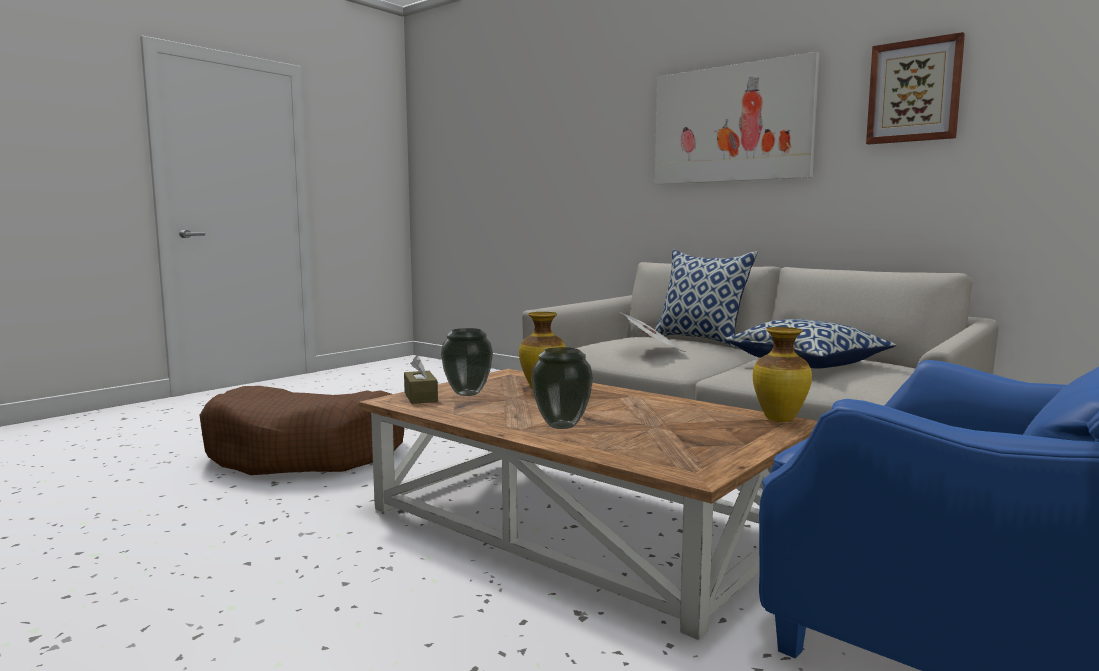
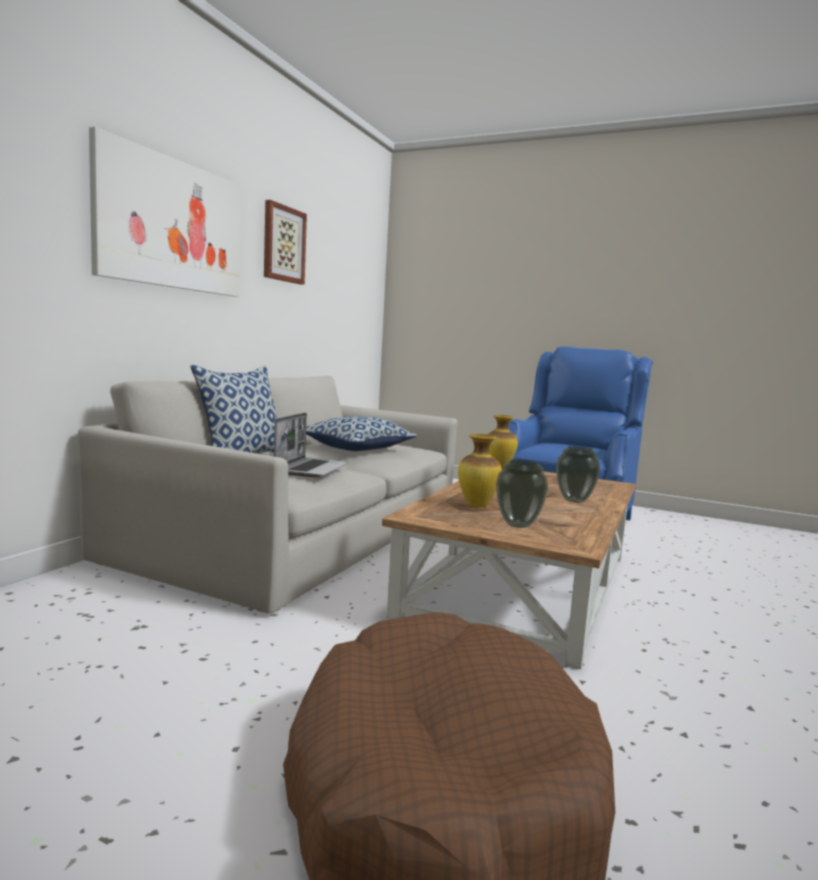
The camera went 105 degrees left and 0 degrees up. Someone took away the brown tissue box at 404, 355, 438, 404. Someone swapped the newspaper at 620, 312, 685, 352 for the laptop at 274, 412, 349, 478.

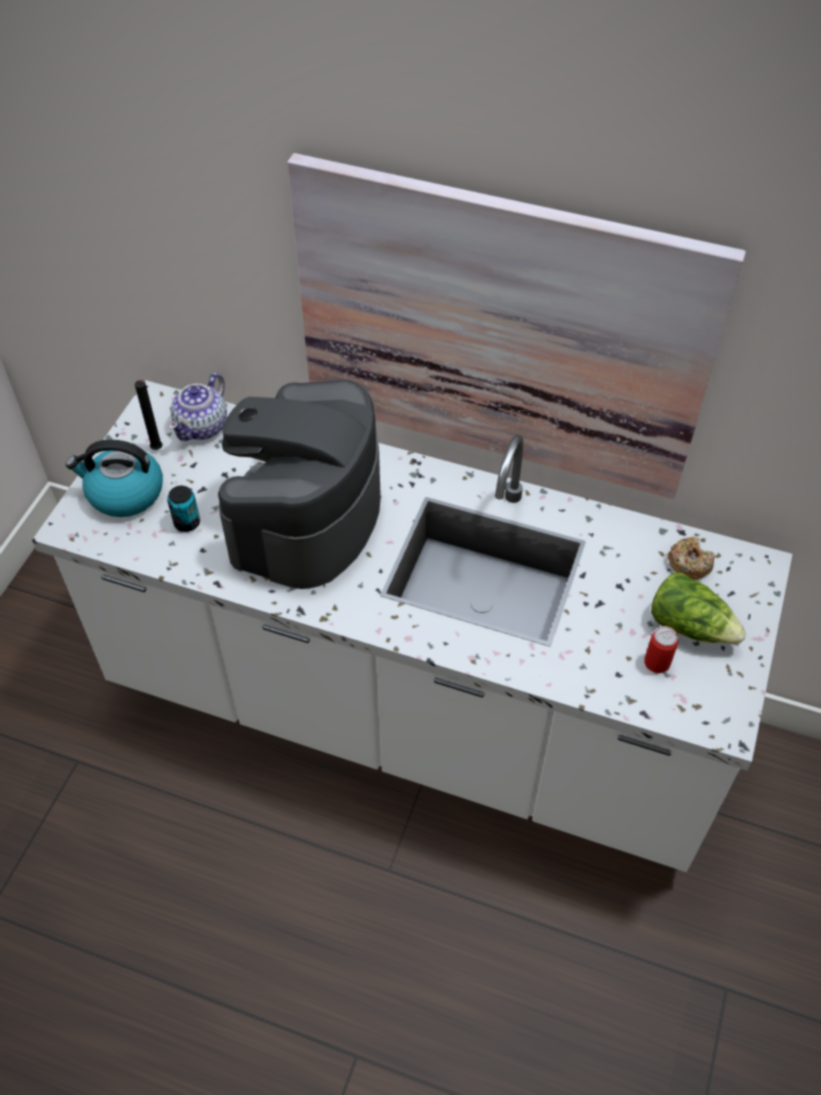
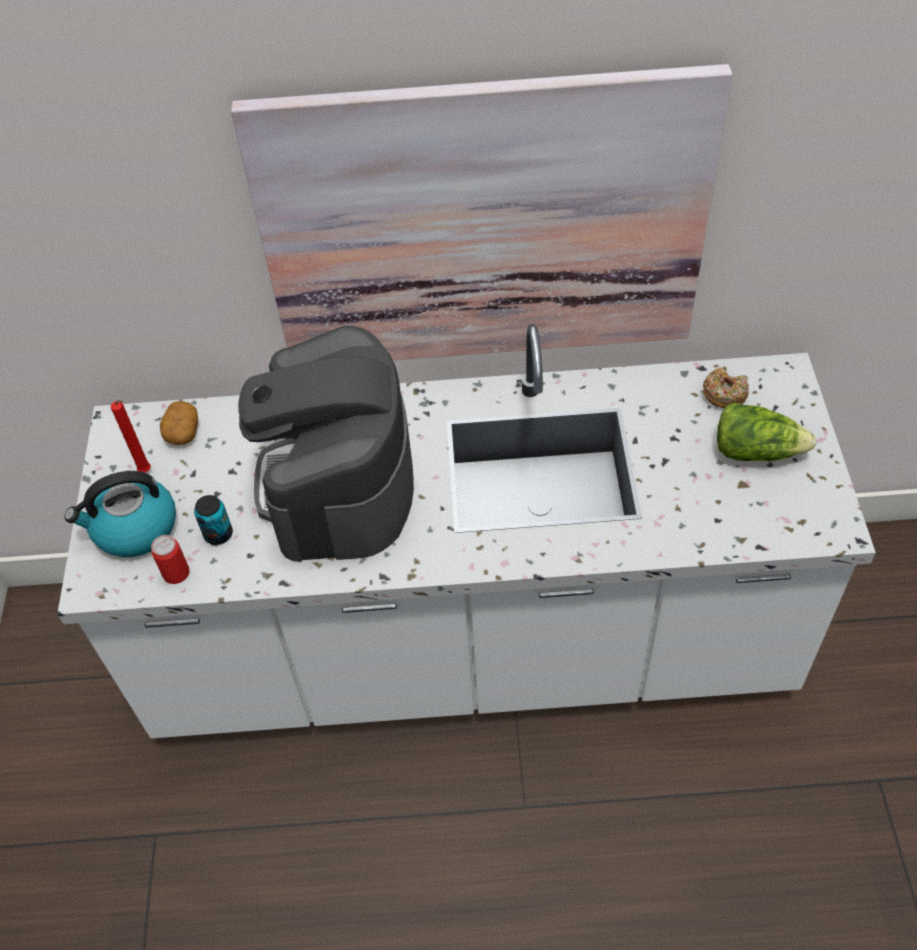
The camera went 20 degrees left and 0 degrees up. Someone repainted the black candle at 135, 380, 162, 450, which became the red candle at 111, 400, 151, 473. Someone swapped the teapot at 169, 373, 227, 441 for the potato at 160, 401, 198, 445. Someone carried the can from 644, 626, 678, 673 to 151, 535, 190, 584.

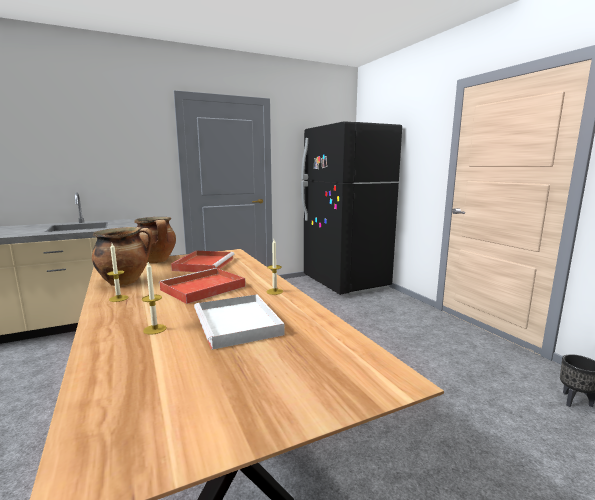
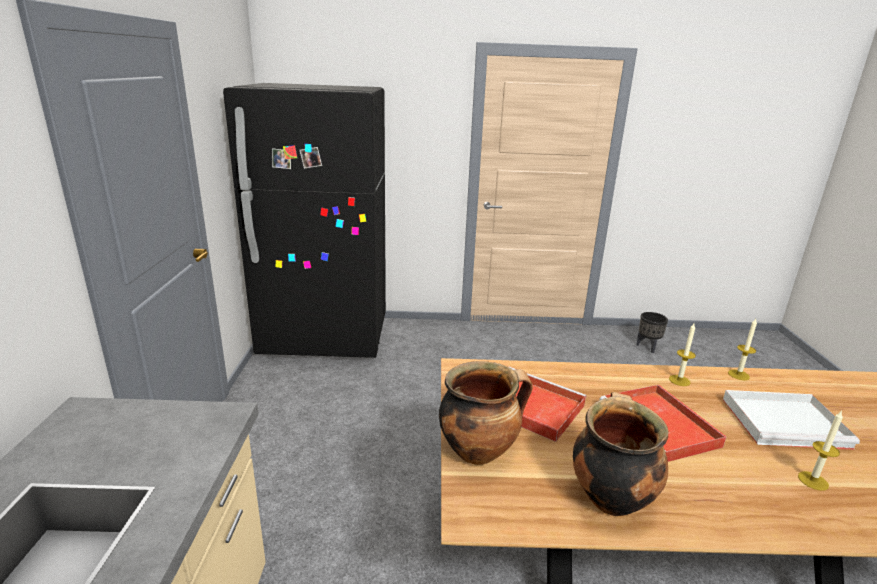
The camera went 65 degrees left and 10 degrees up. Someone carried the candle from 107, 243, 129, 302 to 728, 319, 757, 380.

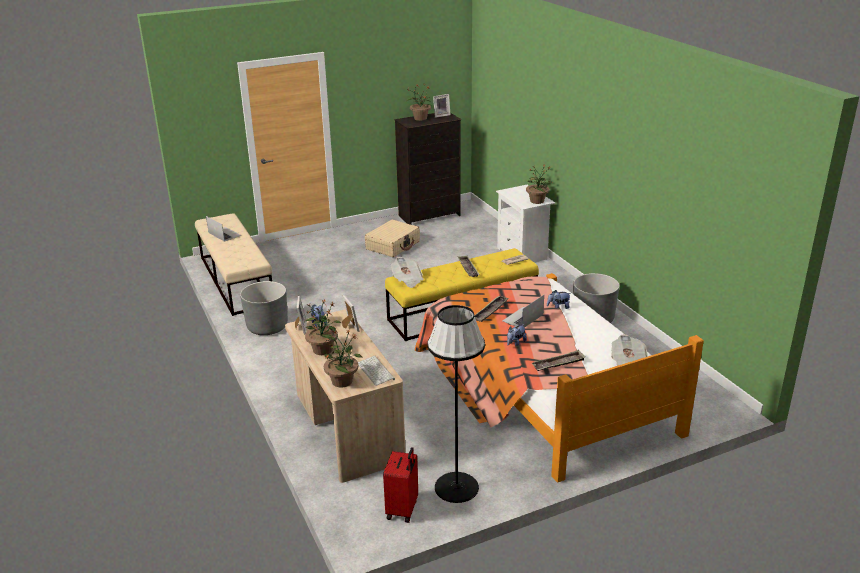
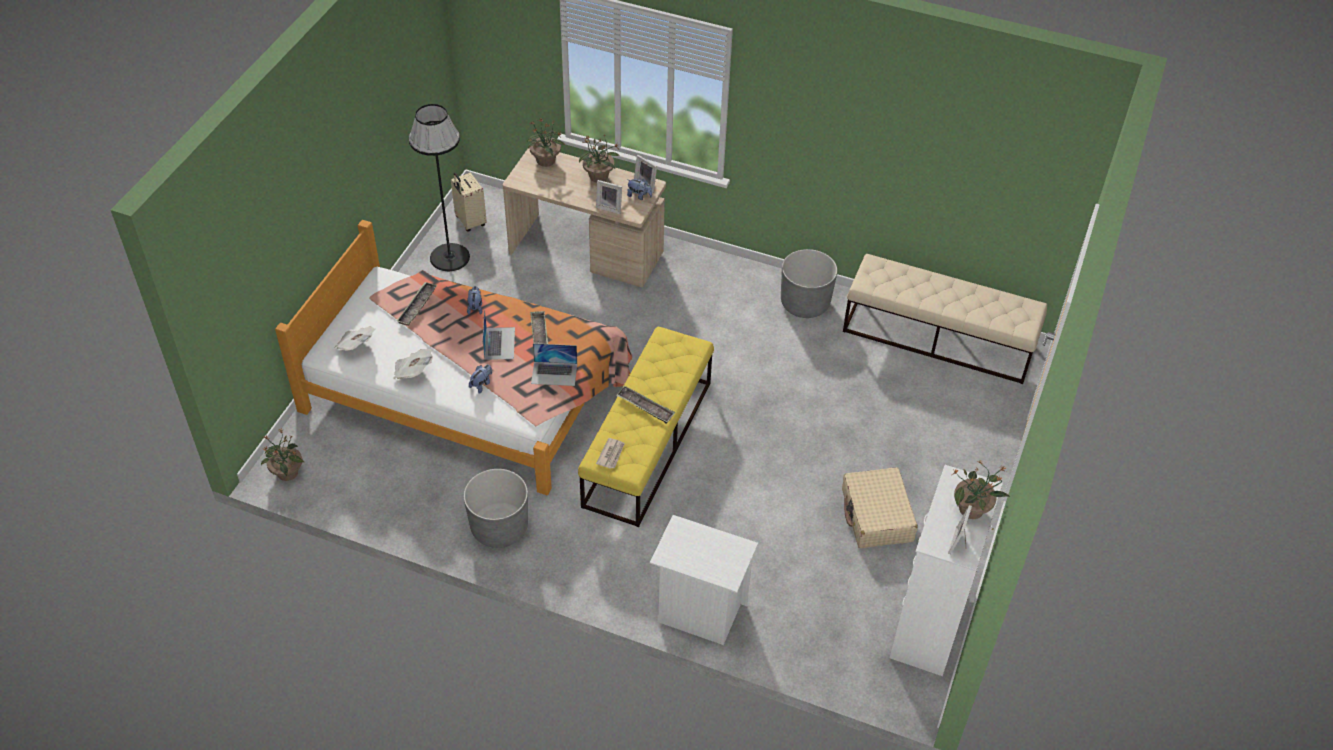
The camera went 135 degrees right and 20 degrees up. Someone carried the laptop from 206, 216, 241, 242 to 531, 343, 577, 386. Someone took away the keyboard at 358, 356, 395, 386. Someone repainted the red suitcase at 383, 447, 418, 523, which became the beige suitcase at 451, 172, 487, 231. Someone carried the newspaper from 391, 257, 424, 288 to 393, 349, 433, 379. Someone repainted the black dresser at 394, 113, 461, 225, which became the white dresser at 889, 465, 1003, 676. Someone carried the potted plant from 526, 165, 553, 204 to 261, 428, 304, 481.

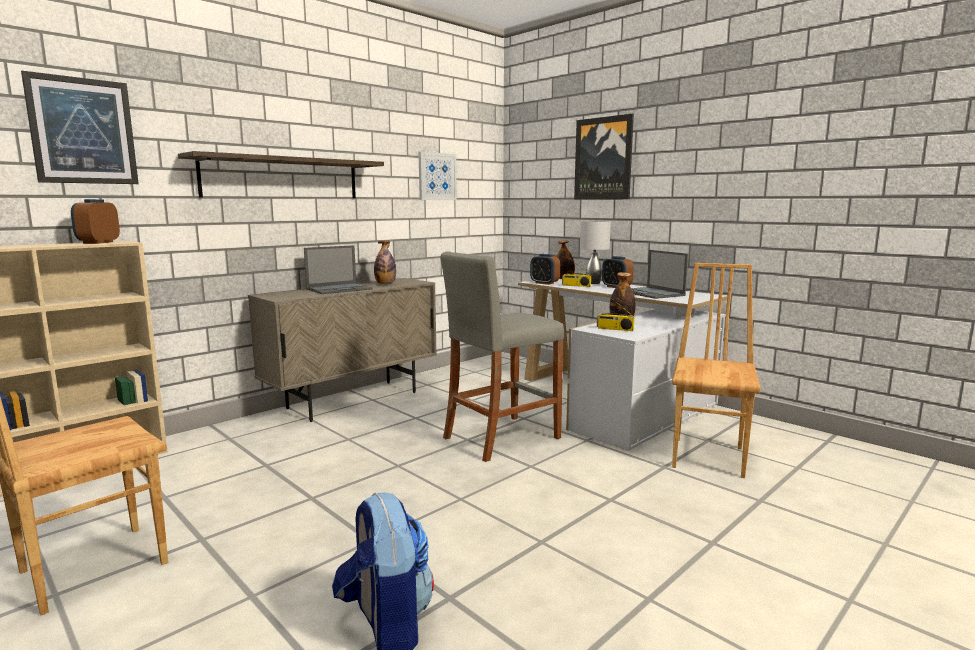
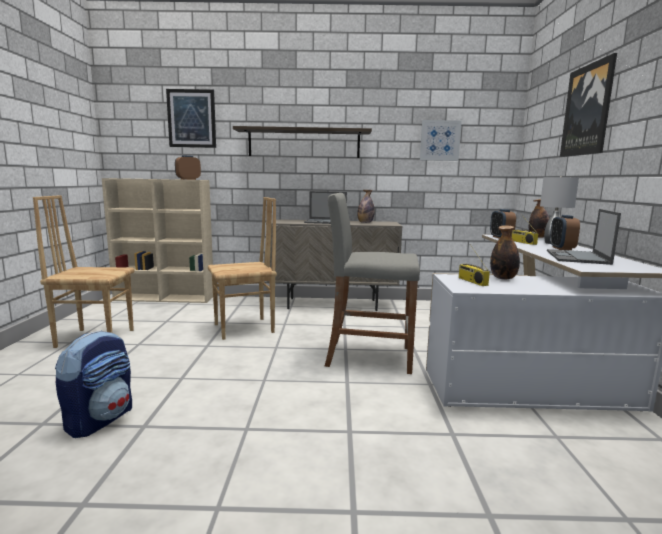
The camera went 45 degrees right and 0 degrees up. Someone carried the brown chair from 672, 263, 761, 478 to 208, 197, 277, 340.

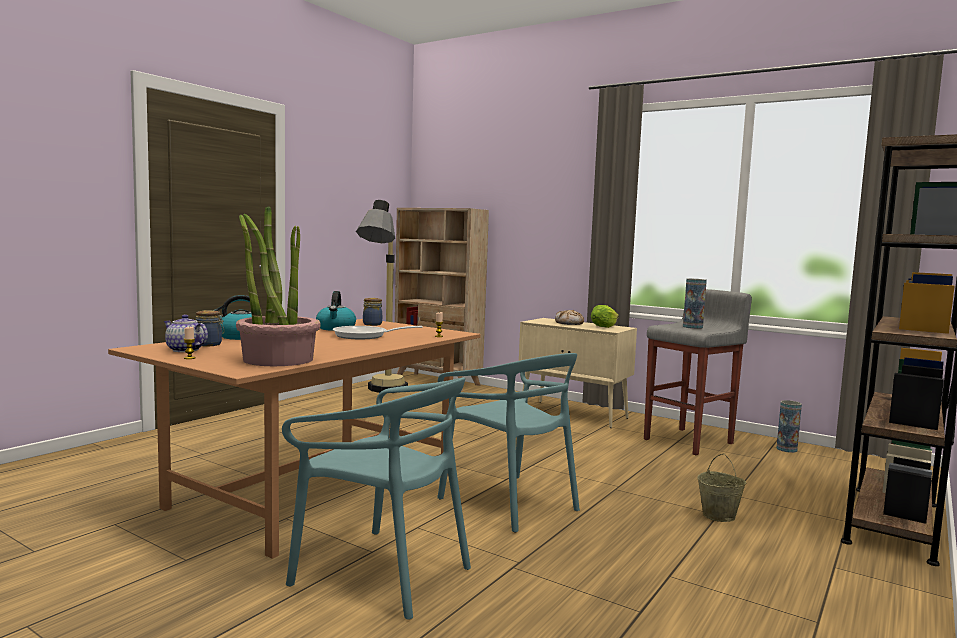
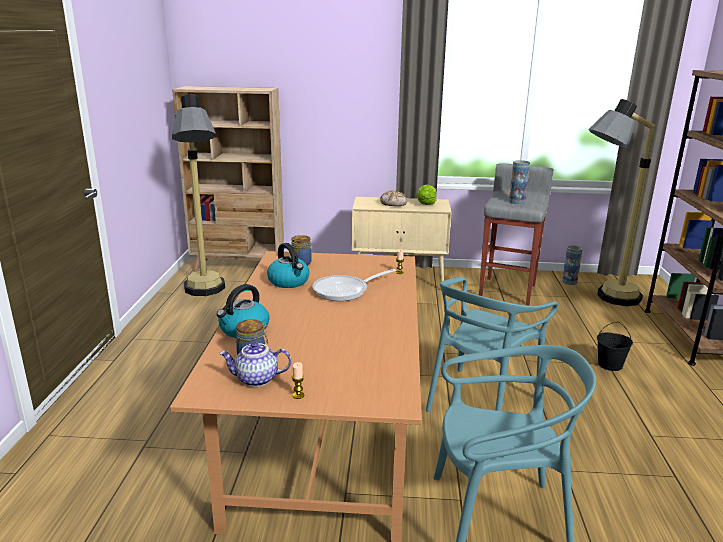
The camera went 30 degrees left and 15 degrees up. Someone took away the potted plant at 236, 206, 321, 366. Someone rotated the turquoise chair at 437, 353, 580, 532 by 105 degrees clockwise. Someone repainted the beige bucket at 697, 454, 746, 522, which became the black bucket at 597, 322, 633, 371. Someone put down the floor lamp at 588, 99, 655, 306.

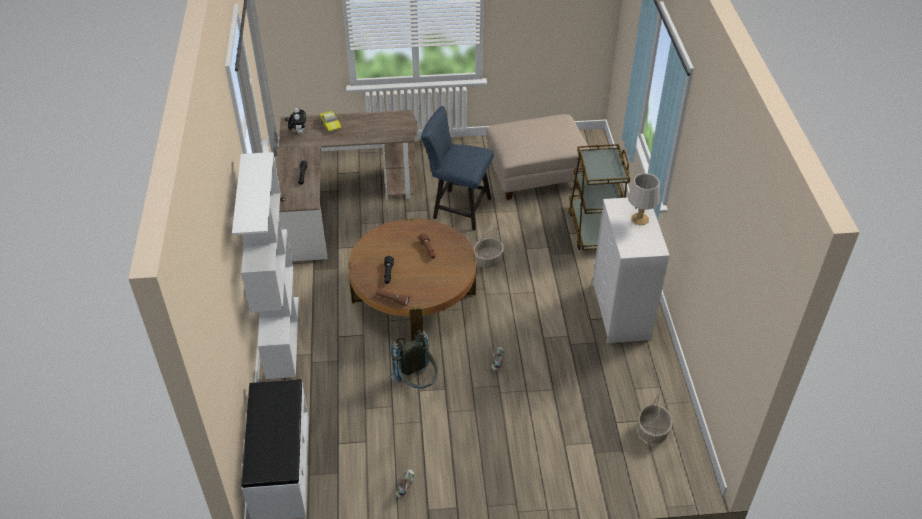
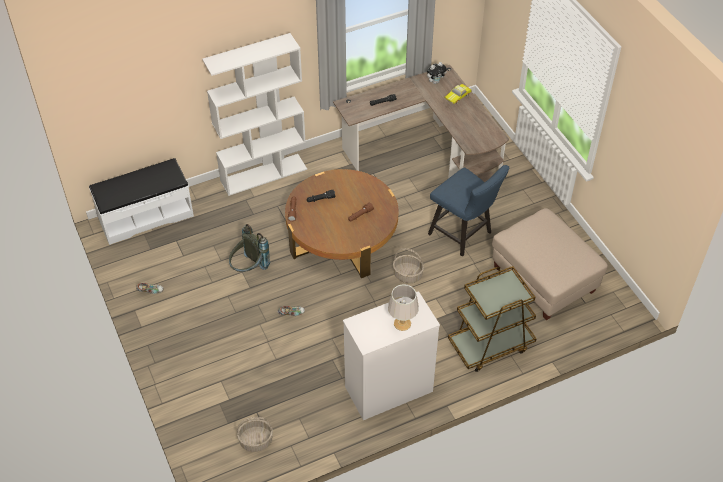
The camera went 70 degrees right and 5 degrees up. Someone rotated the blue chair at 421, 106, 494, 231 by 135 degrees clockwise.

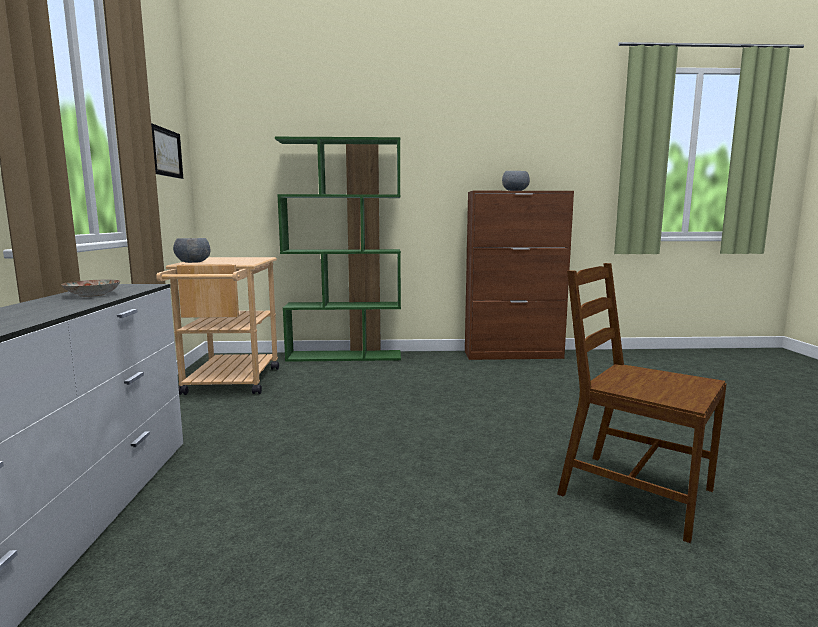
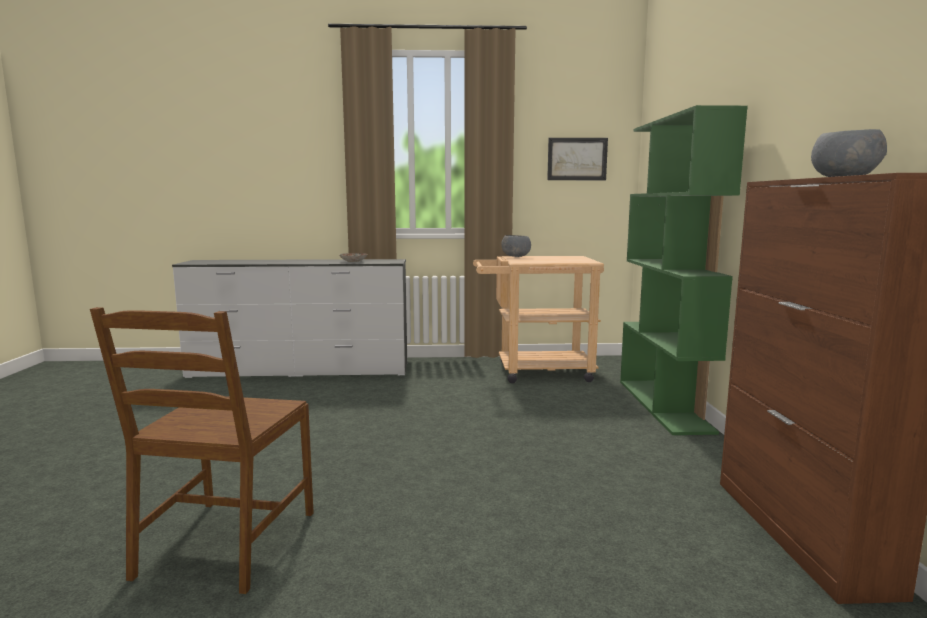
The camera went 90 degrees right and 0 degrees up. Someone rotated the brown chair at 557, 263, 727, 543 by 150 degrees clockwise.

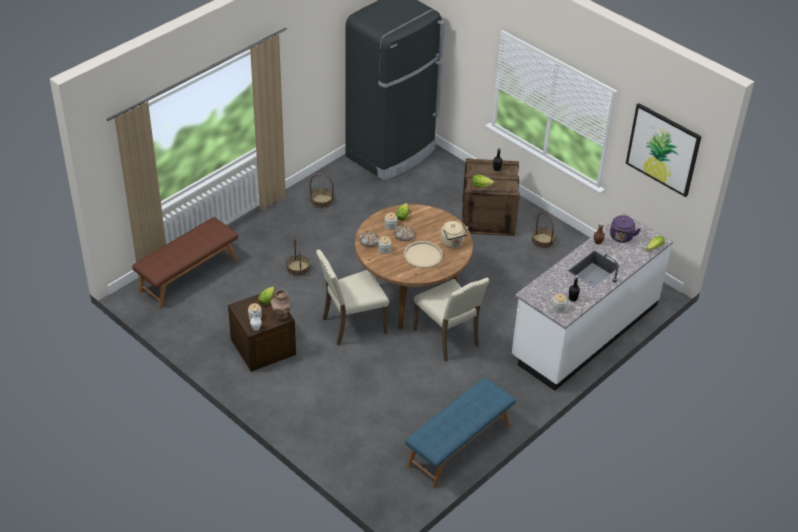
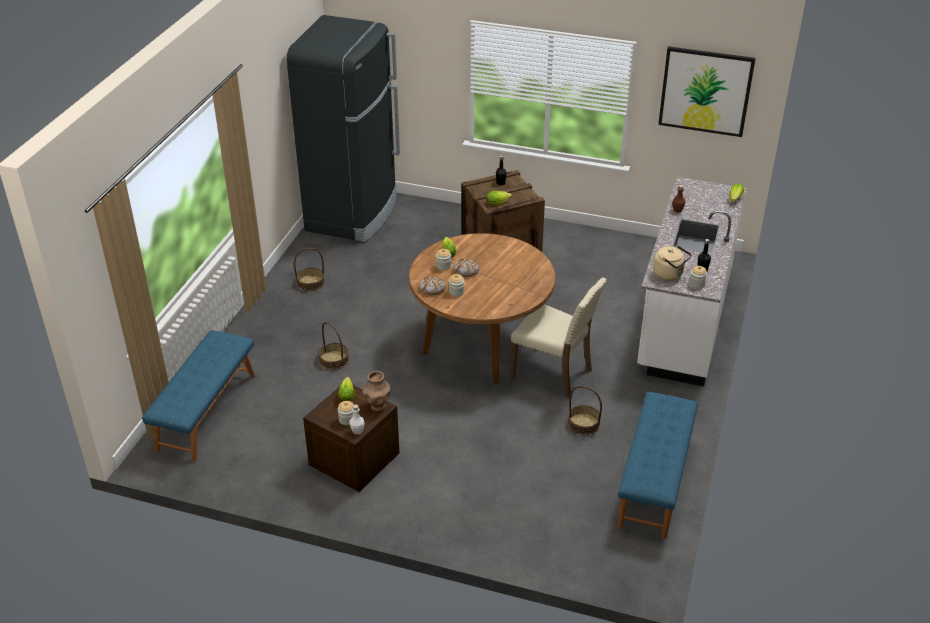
The camera went 25 degrees left and 5 degrees down. Someone repainted the brown bench at 132, 217, 238, 309, which became the blue bench at 142, 330, 255, 462. Someone took away the beige chair at 316, 249, 389, 345. Someone took away the beige tray at 404, 241, 443, 268. Someone carried the beige kettle from 440, 221, 468, 248 to 653, 246, 692, 280. Someone carried the basket from 532, 212, 555, 249 to 568, 386, 602, 435. Someone took away the purple kettle at 610, 215, 641, 243.

